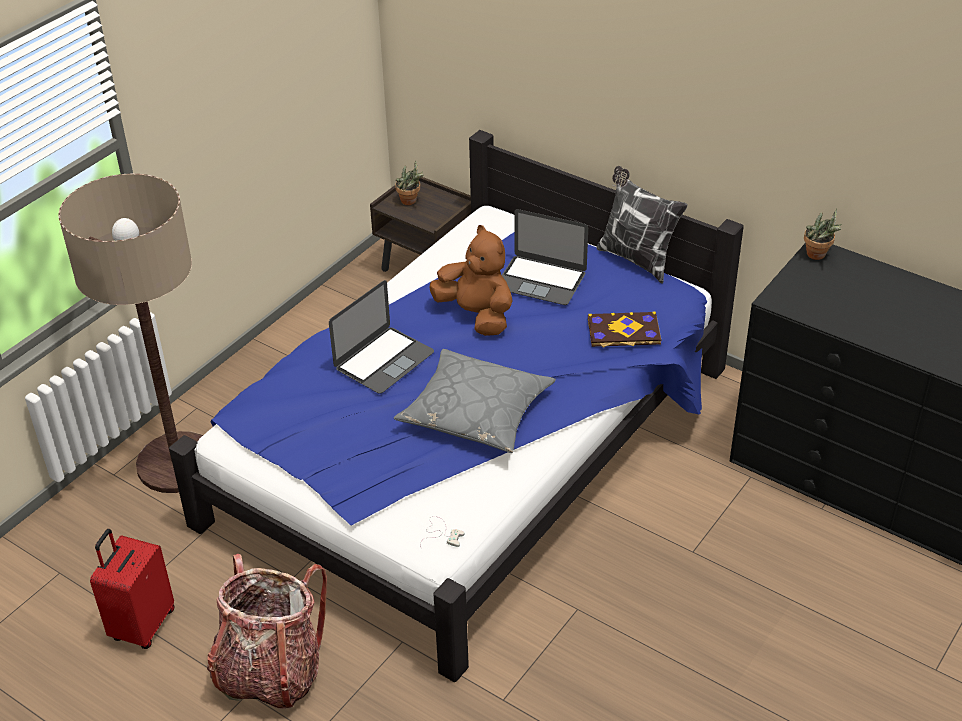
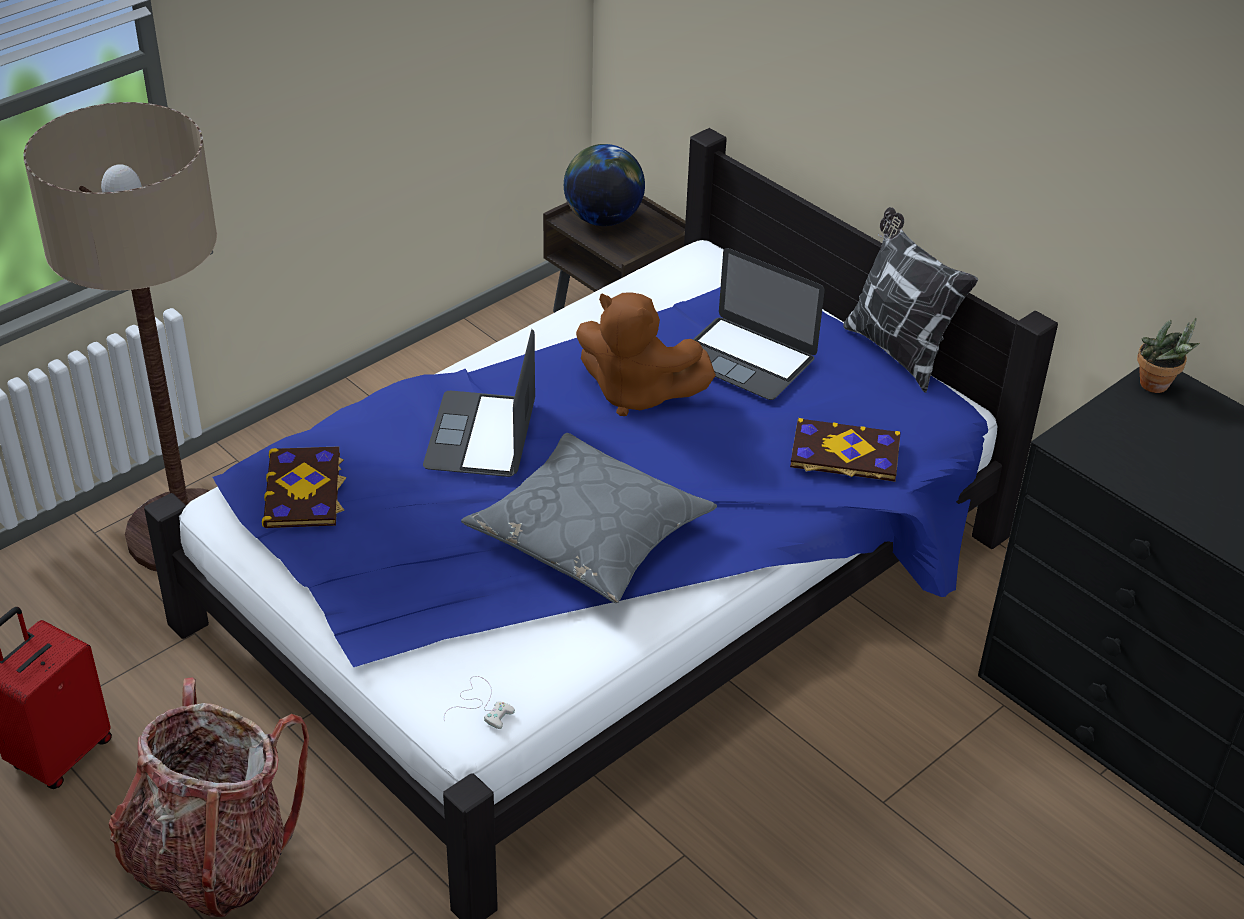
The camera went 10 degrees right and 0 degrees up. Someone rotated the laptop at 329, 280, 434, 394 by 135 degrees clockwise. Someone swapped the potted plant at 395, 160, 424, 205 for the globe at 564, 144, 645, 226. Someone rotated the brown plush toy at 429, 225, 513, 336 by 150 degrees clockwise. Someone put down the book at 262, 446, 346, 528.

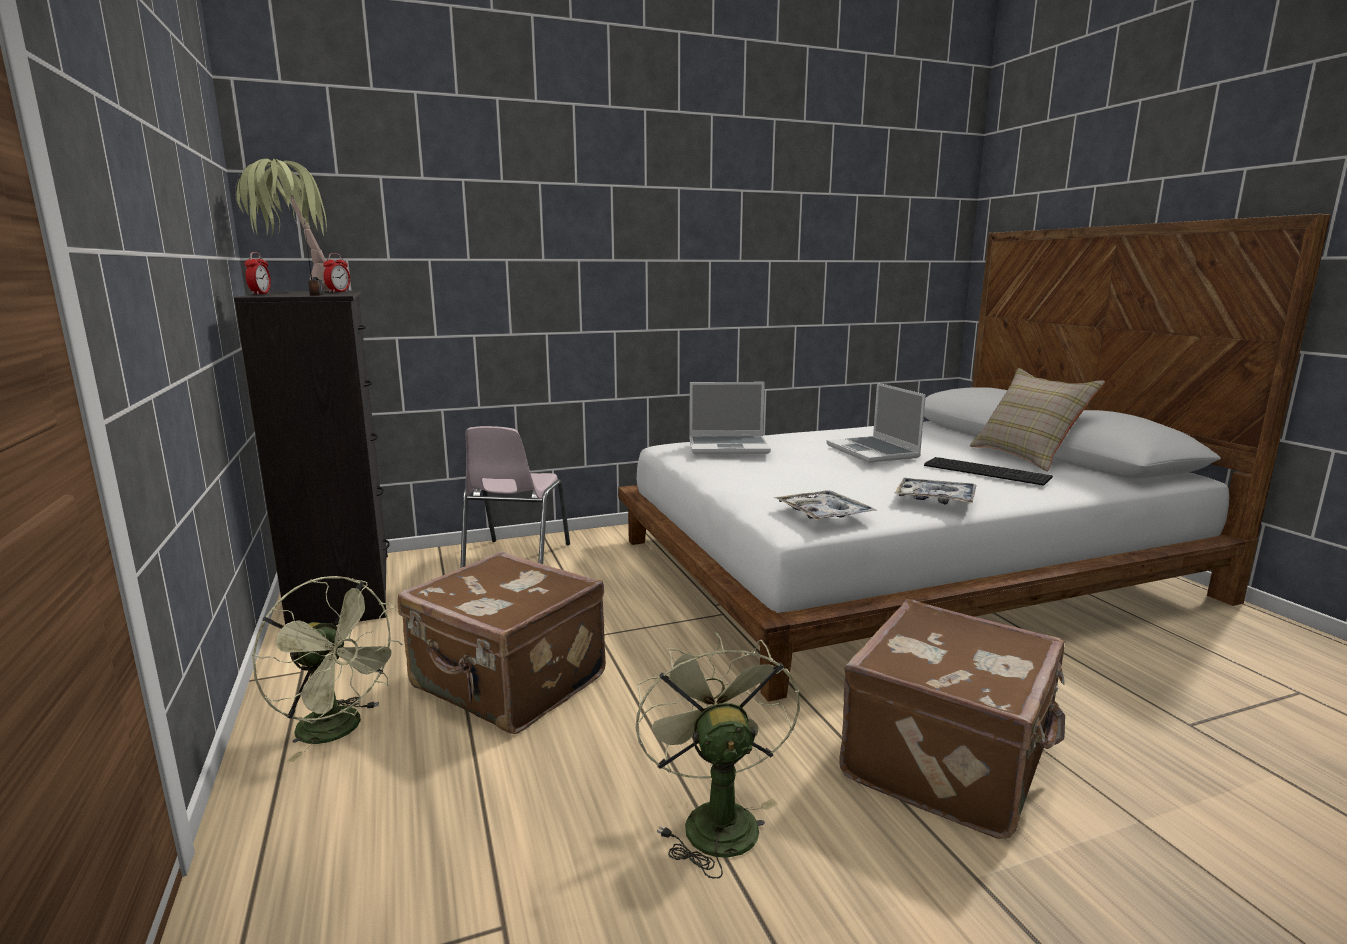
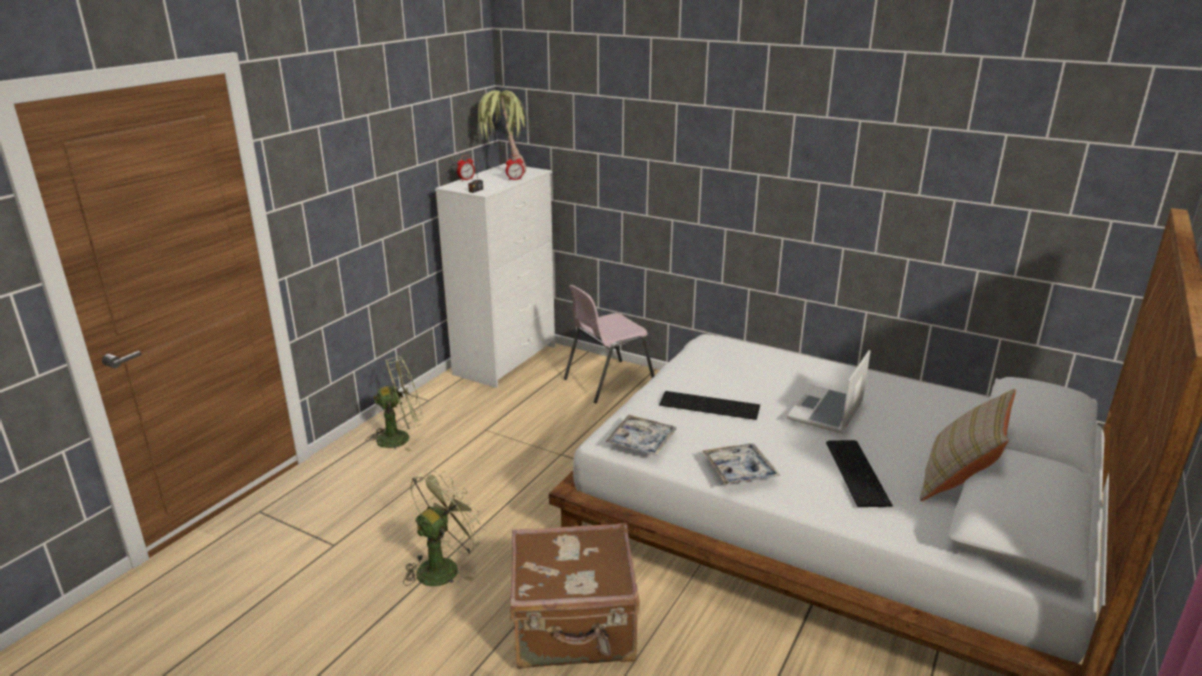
The camera went 50 degrees right and 10 degrees up. Someone repainted the black dresser at 234, 290, 390, 625, which became the white dresser at 435, 164, 555, 388. Someone rotated the green fan at 252, 576, 403, 762 by 105 degrees counterclockwise. Someone took away the brown suitcase at 397, 551, 606, 734. Someone took away the laptop at 689, 382, 771, 454. Someone put down the keyboard at 659, 391, 760, 420.

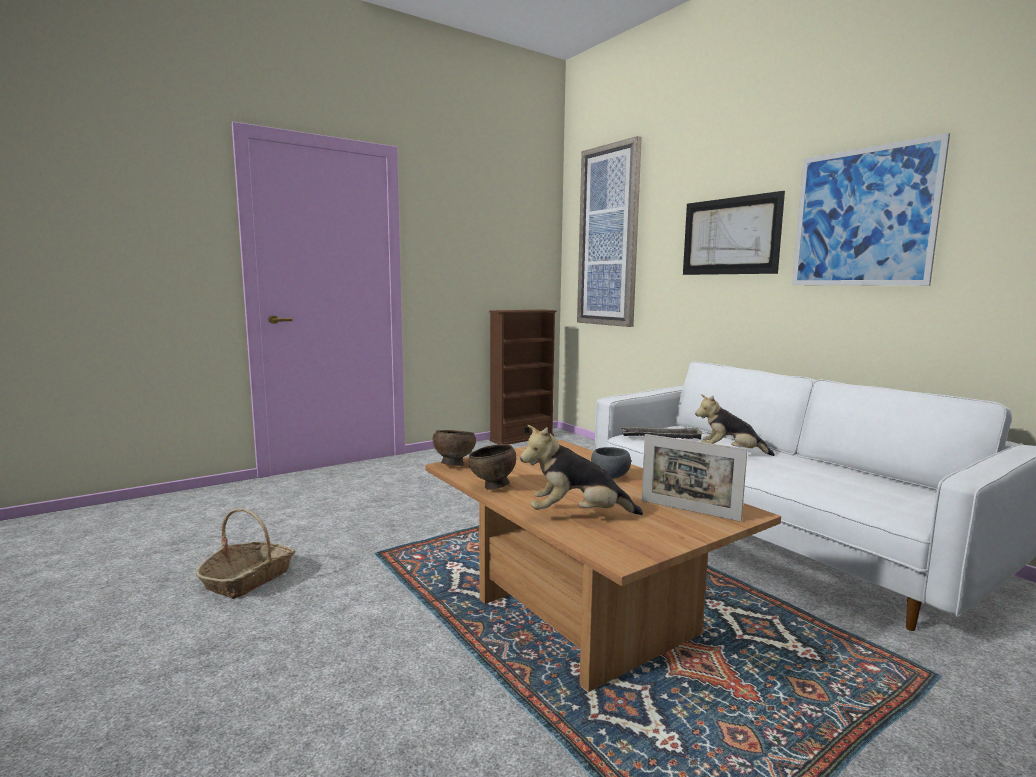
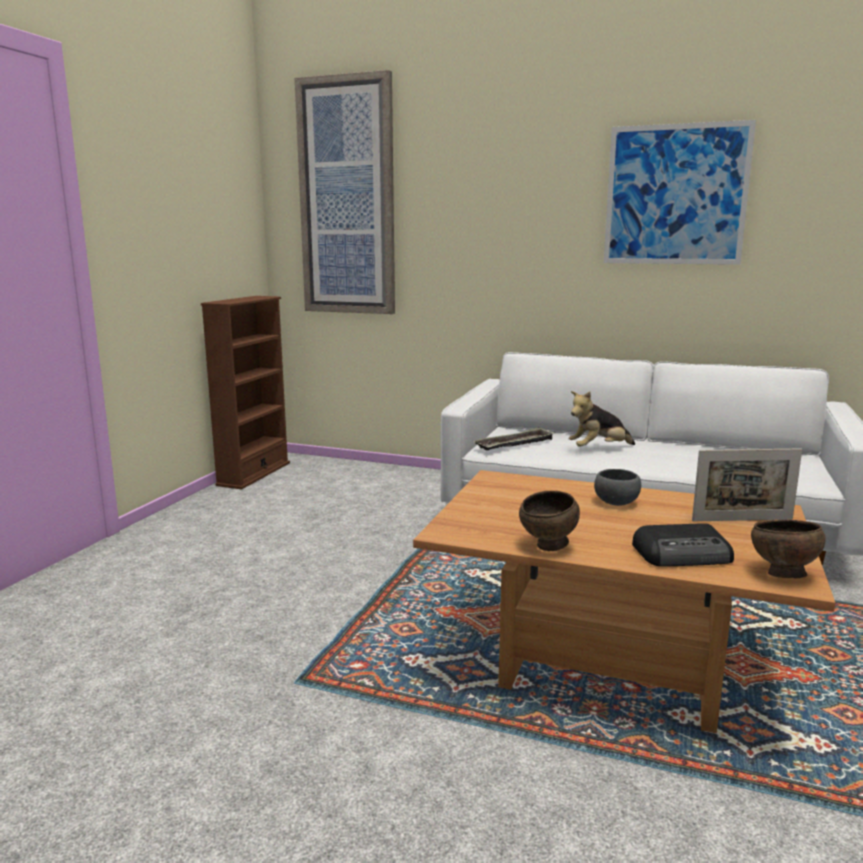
The camera went 35 degrees left and 5 degrees up. Someone took away the basket at 196, 508, 295, 599. Someone carried the brown bowl from 433, 430, 476, 466 to 751, 520, 826, 578. Someone swapped the plush toy at 520, 425, 643, 515 for the radio at 632, 523, 734, 566. Someone took away the picture at 683, 191, 785, 275.

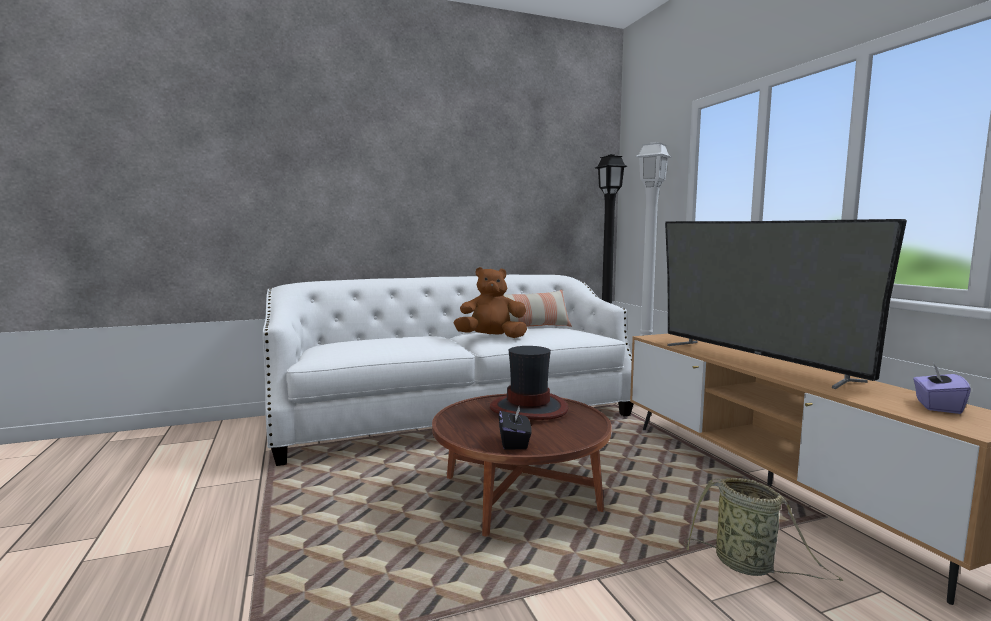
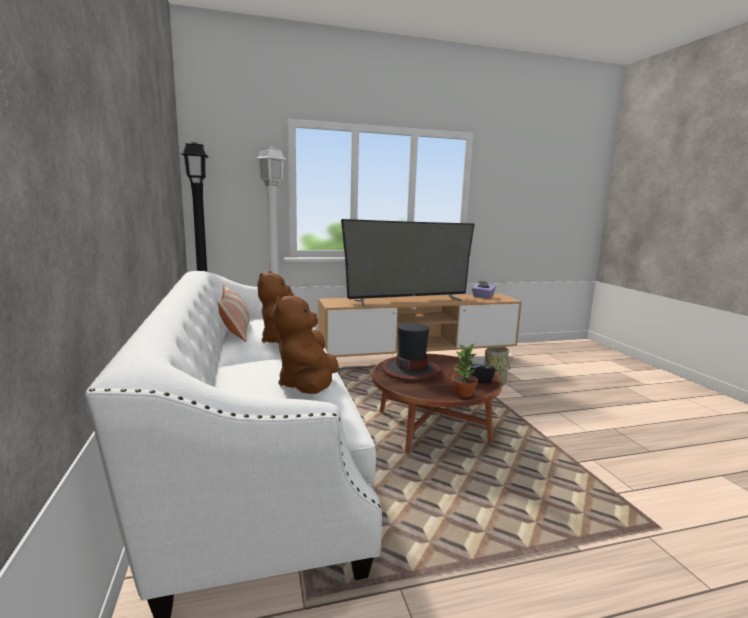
The camera went 85 degrees left and 5 degrees up. Someone put down the brown plush toy at 273, 293, 339, 394. Someone put down the potted plant at 451, 343, 478, 397.

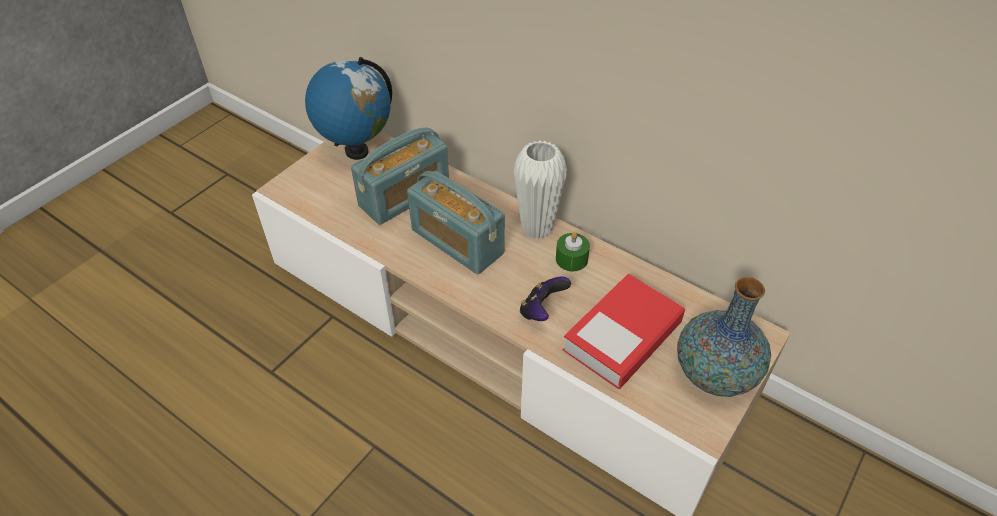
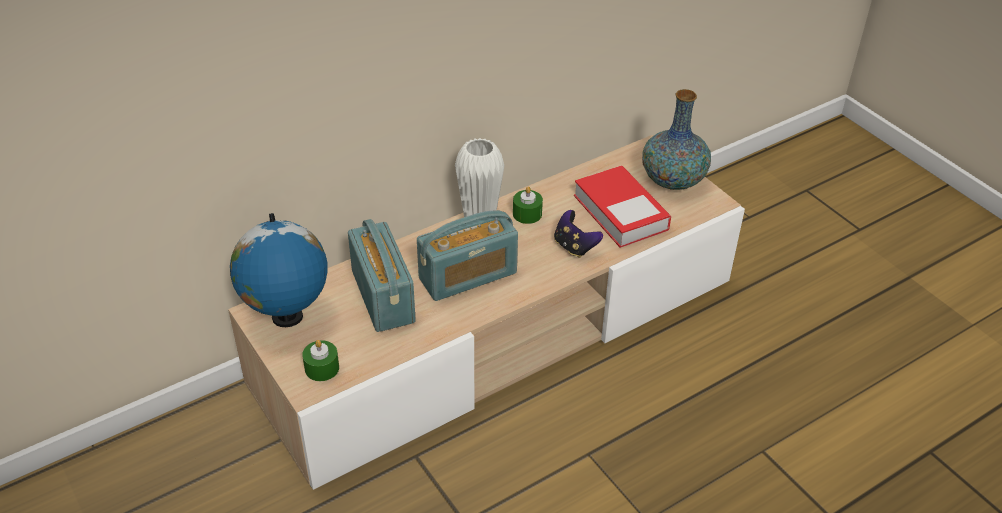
The camera went 70 degrees left and 5 degrees down. Someone put down the green candle at 302, 340, 339, 381.

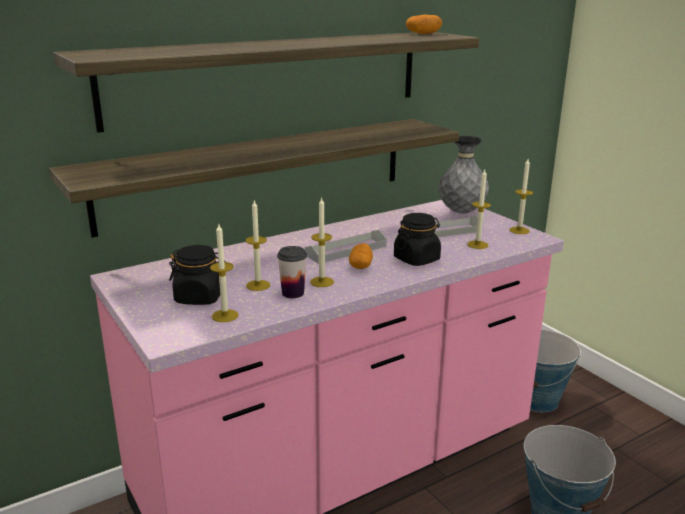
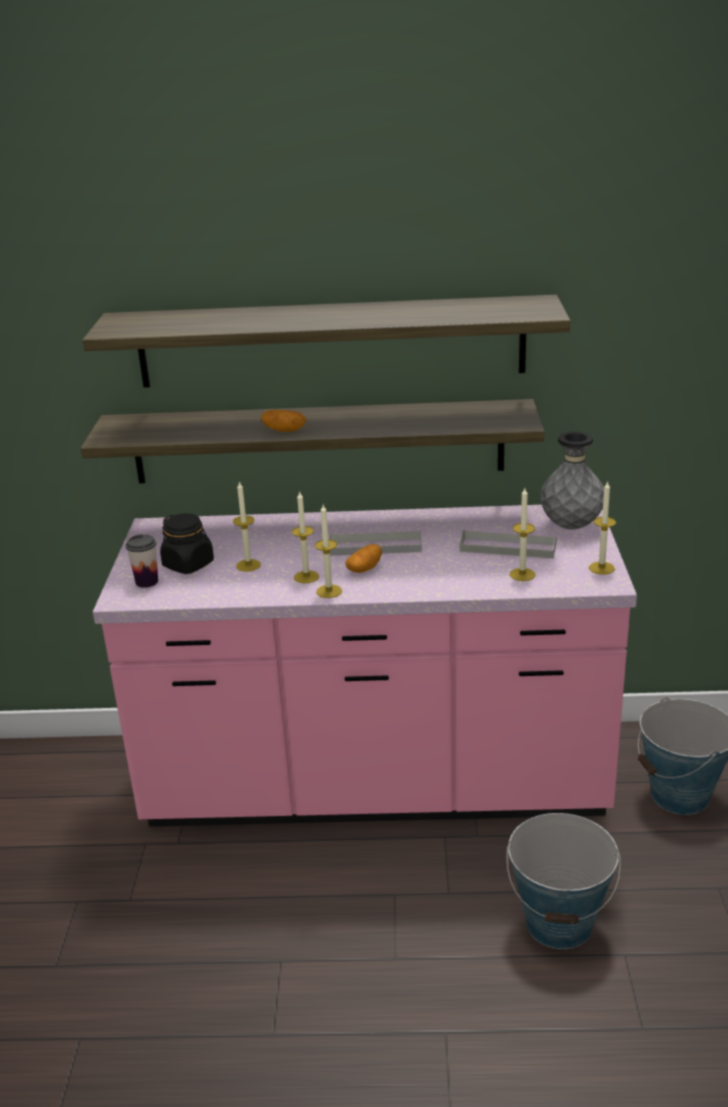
The camera went 35 degrees right and 5 degrees up. Someone carried the candle from 210, 224, 239, 322 to 315, 505, 342, 598. Someone carried the cup from 277, 246, 307, 298 to 126, 534, 158, 588. Someone took away the black jar at 394, 213, 441, 266. Someone carried the potato from 406, 15, 442, 34 to 261, 410, 306, 432.

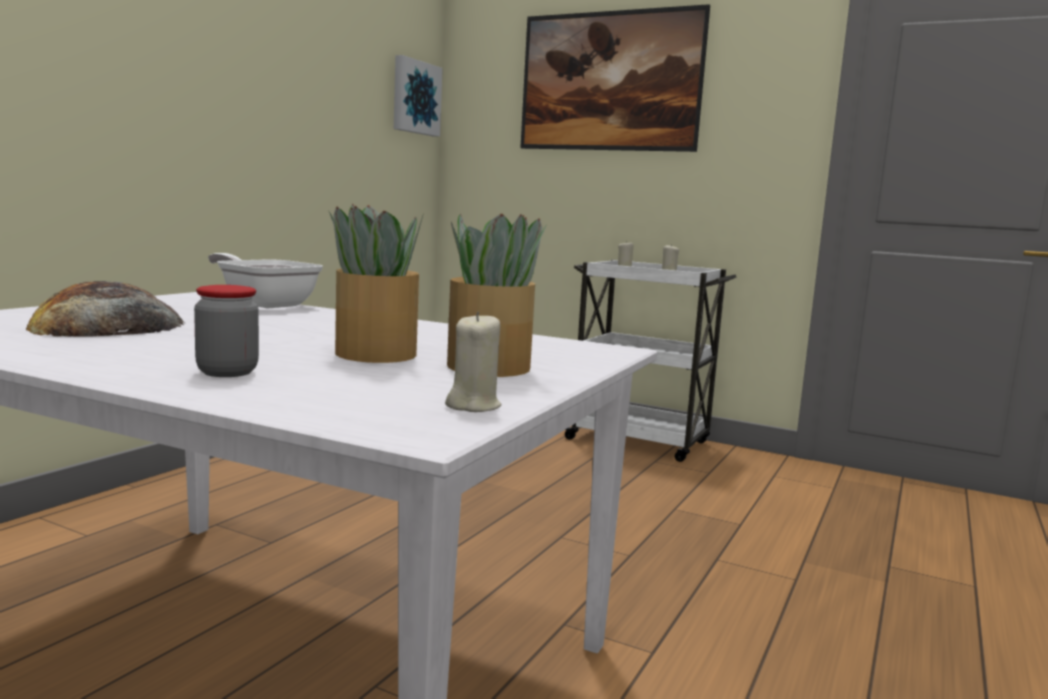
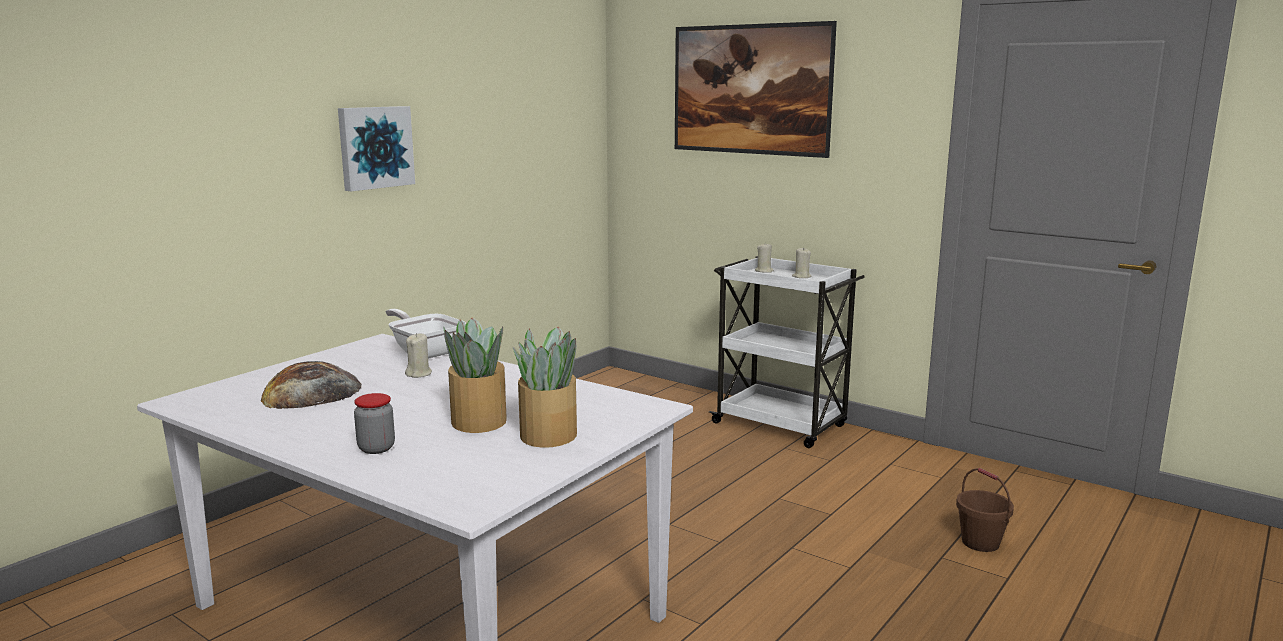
The camera went 10 degrees right and 5 degrees up. Someone carried the picture from 394, 55, 443, 137 to 338, 106, 415, 191. Someone carried the beige candle from 445, 312, 502, 412 to 405, 333, 432, 378. Someone put down the brown bucket at 956, 468, 1014, 552.

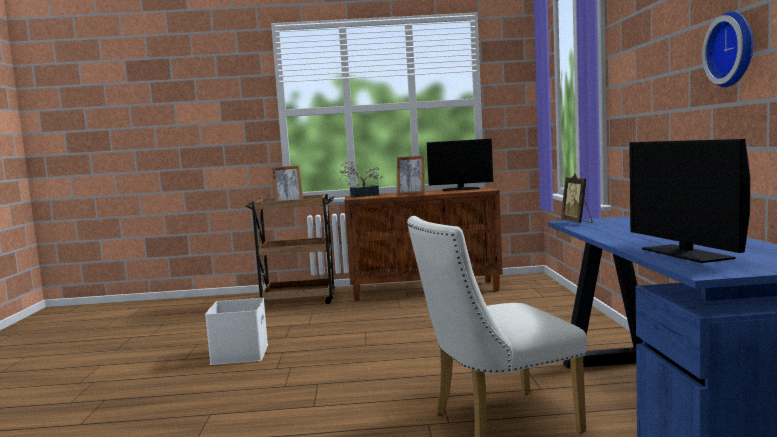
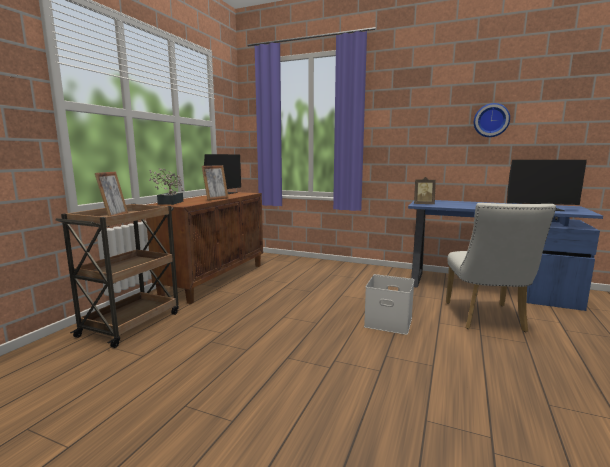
The camera went 65 degrees left and 5 degrees up. Someone carried the white storage box from 205, 298, 268, 365 to 364, 274, 414, 335.

